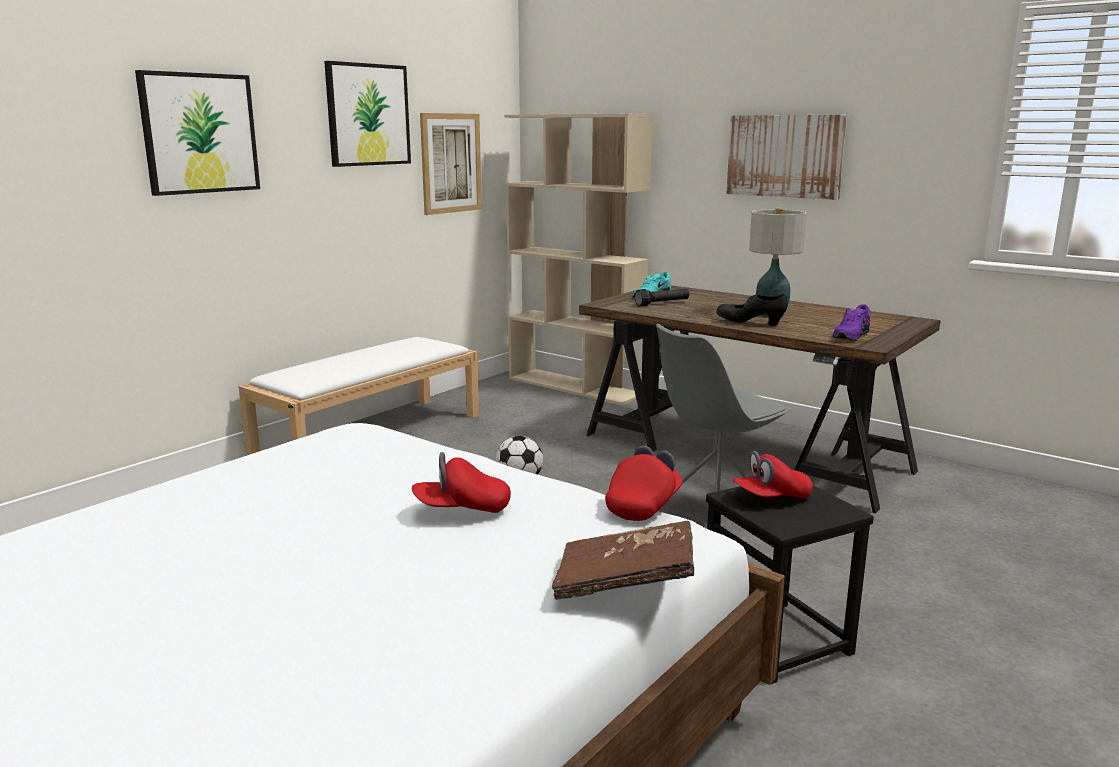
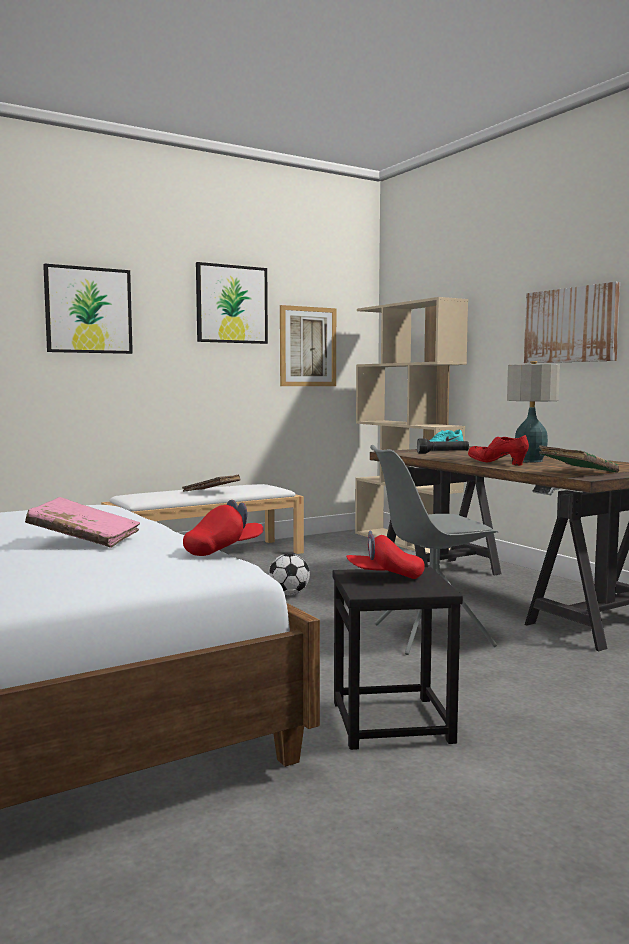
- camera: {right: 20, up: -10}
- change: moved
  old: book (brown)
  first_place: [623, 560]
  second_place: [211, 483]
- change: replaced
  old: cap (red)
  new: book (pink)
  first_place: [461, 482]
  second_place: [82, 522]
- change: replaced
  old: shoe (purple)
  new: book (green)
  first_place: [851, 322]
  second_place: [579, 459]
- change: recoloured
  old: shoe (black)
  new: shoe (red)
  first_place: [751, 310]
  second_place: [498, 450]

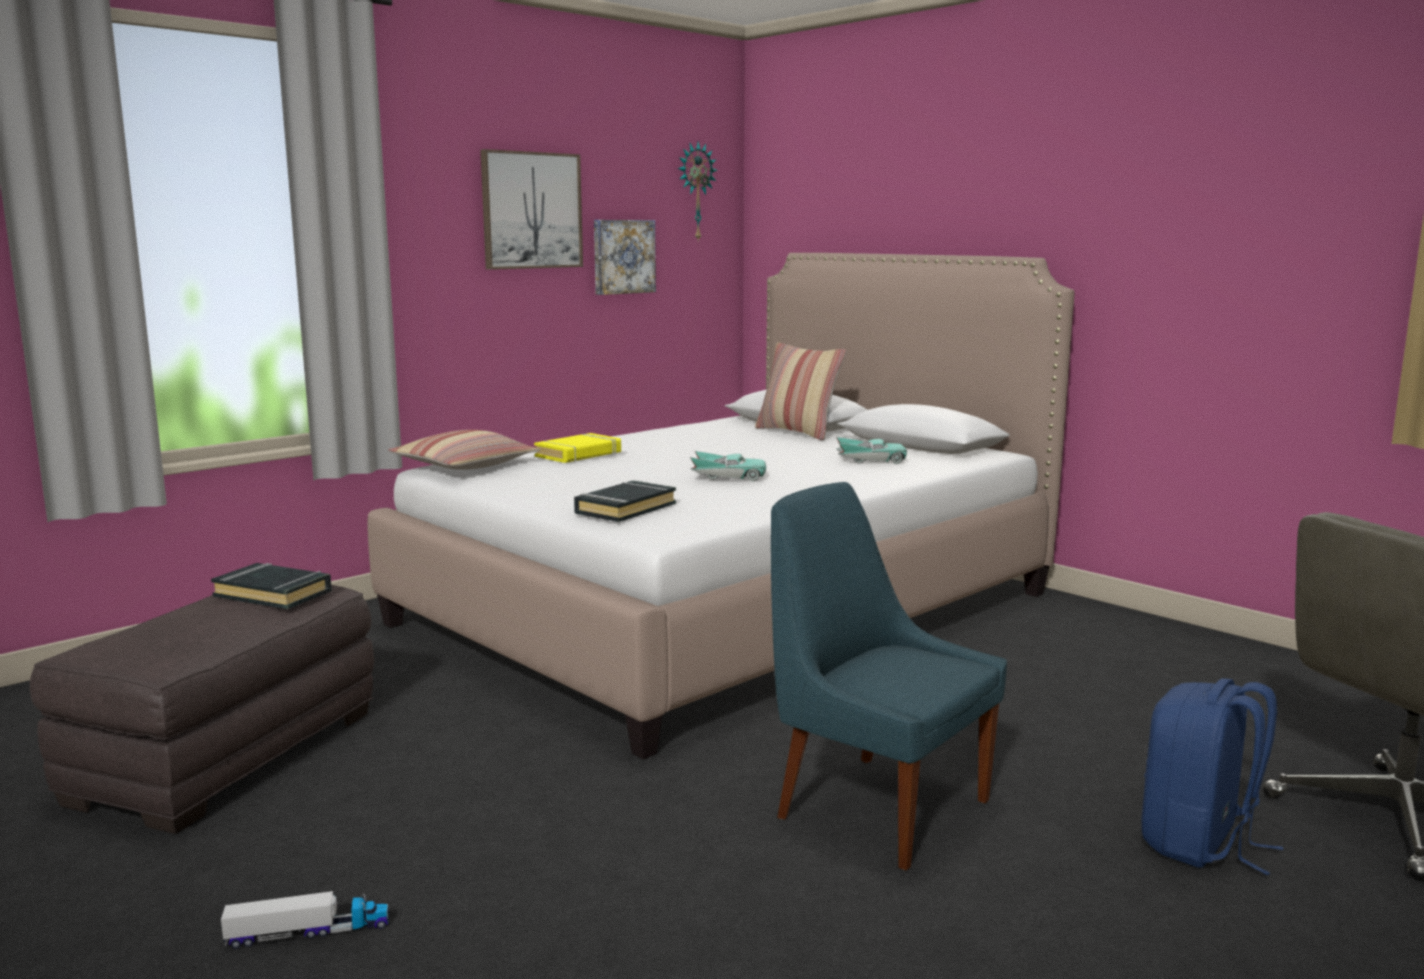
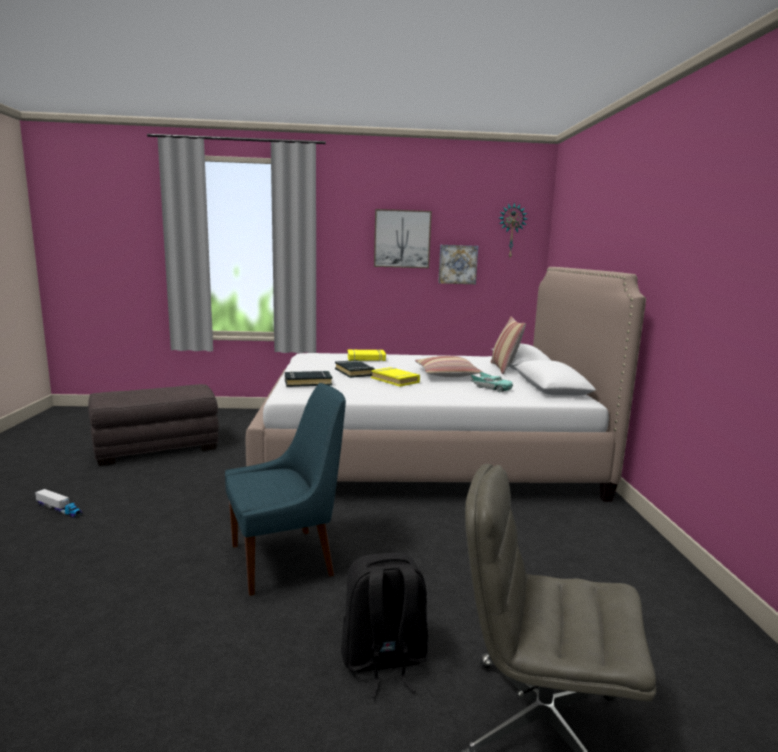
- camera: {right: 40, up: 0}
- change: moved
  old: book (black)
  first_place: [271, 586]
  second_place: [355, 369]
- change: moved
  old: pillow
  first_place: [464, 450]
  second_place: [449, 366]
- change: replaced
  old: toy car (turquoise)
  new: book (yellow)
  first_place: [728, 466]
  second_place: [395, 377]
- change: recoloured
  old: backpack (blue)
  new: backpack (black)
  first_place: [1212, 776]
  second_place: [384, 625]
- change: turned
  old: chair (blue)
  first_place: [889, 676]
  second_place: [285, 489]
  degrees: 75

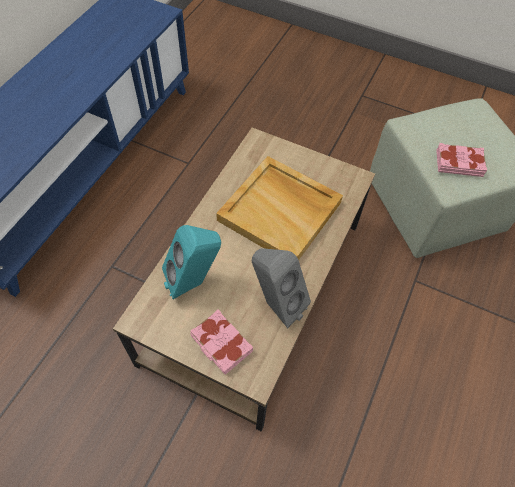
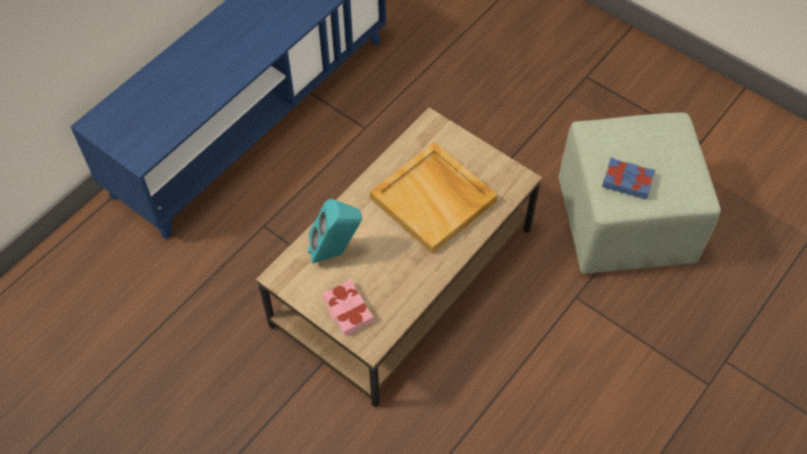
- camera: {right: 15, up: 0}
- change: removed
  old: speaker (grey)
  first_place: [281, 288]
- change: recoloured
  old: book (pink)
  new: book (blue)
  first_place: [461, 160]
  second_place: [628, 178]

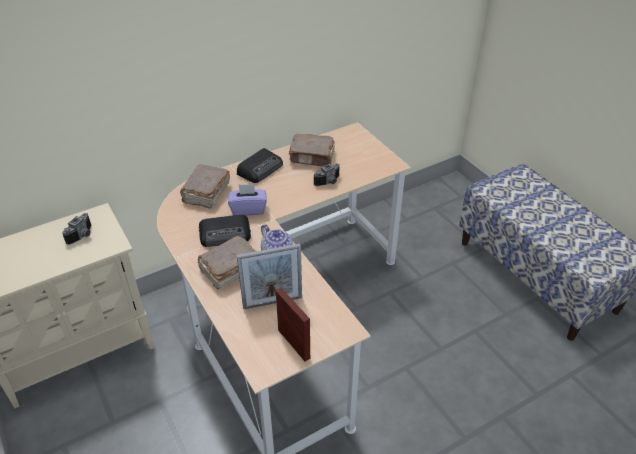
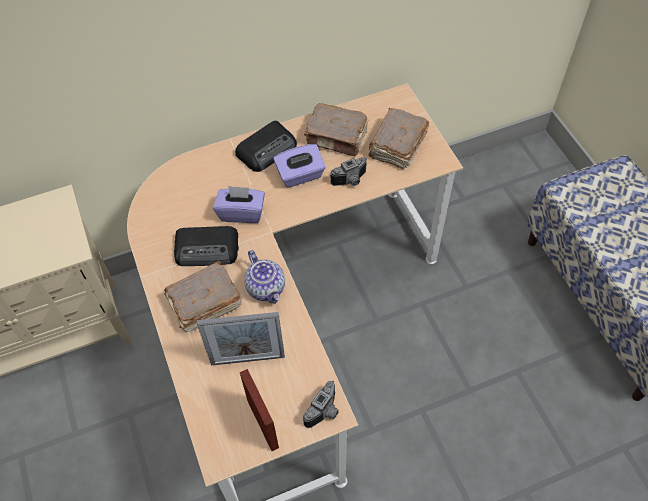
- camera: {right: 10, up: 15}
- change: added
  new: tissue box (purple)
  second_place: [299, 165]
- change: moved
  old: photo camera
  first_place: [77, 229]
  second_place: [321, 404]
- change: moved
  old: book (brown)
  first_place: [205, 187]
  second_place: [398, 139]

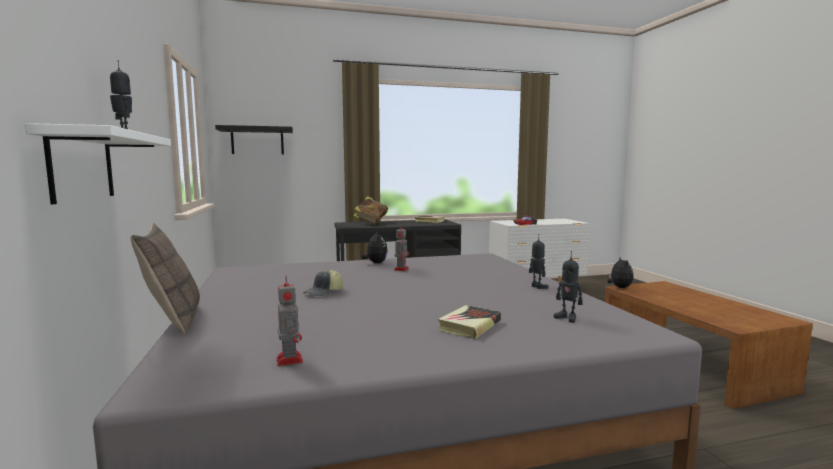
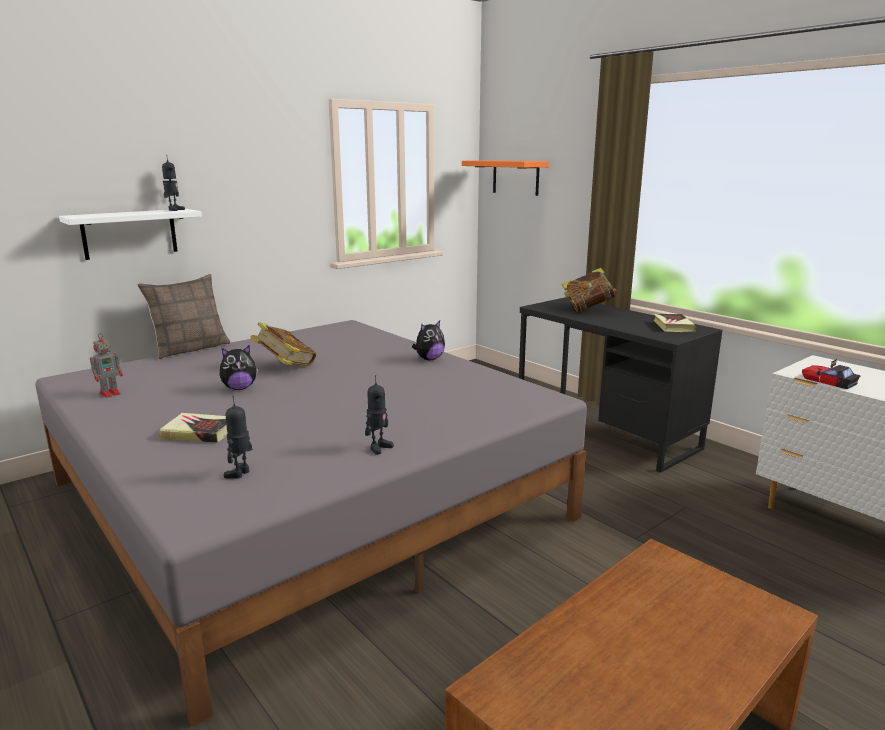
- camera: {right: 65, up: 10}
- change: removed
  old: toy robot
  first_place: [401, 248]
- change: moved
  old: plush toy
  first_place: [620, 272]
  second_place: [239, 367]
- change: replaced
  old: cap
  new: book
  first_place: [323, 282]
  second_place: [283, 344]
- change: recoloured
  old: shelf (black)
  new: shelf (orange)
  first_place: [254, 139]
  second_place: [505, 178]

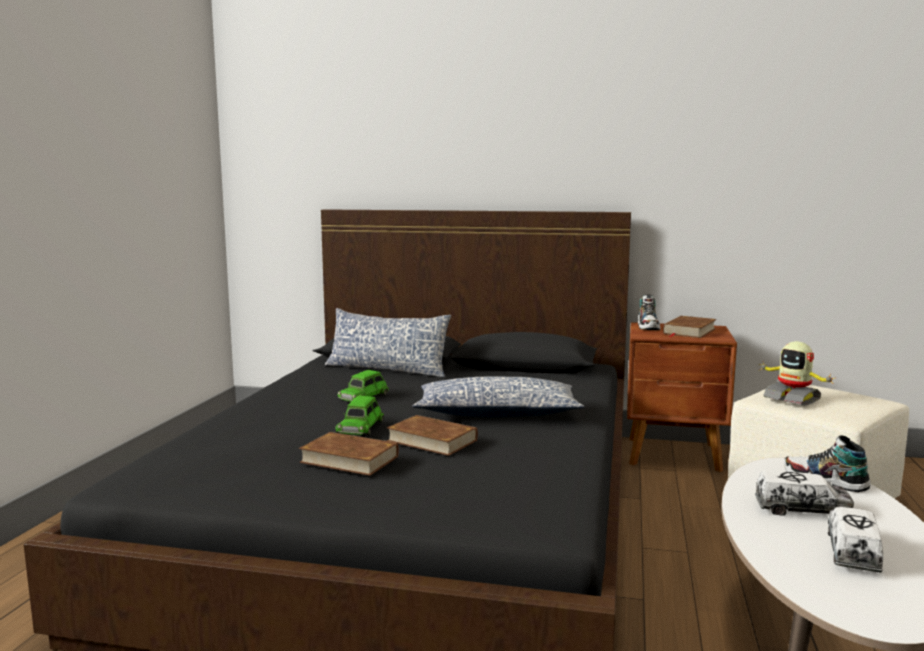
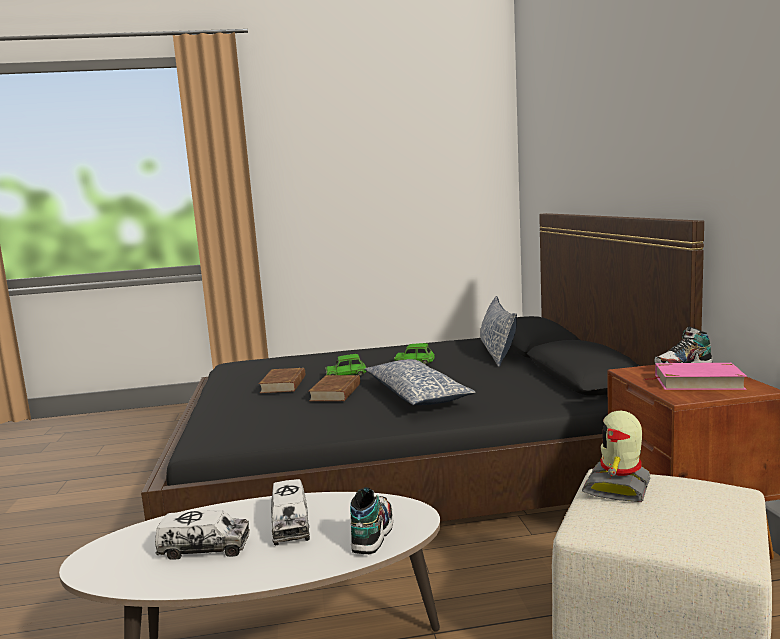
- camera: {right: 70, up: 0}
- change: recoloured
  old: book (brown)
  new: book (pink)
  first_place: [689, 327]
  second_place: [695, 376]

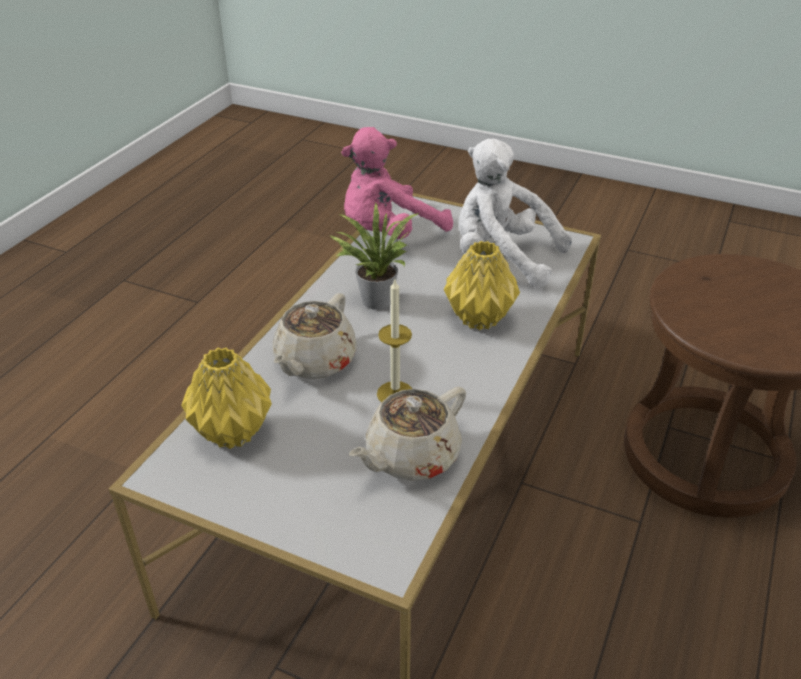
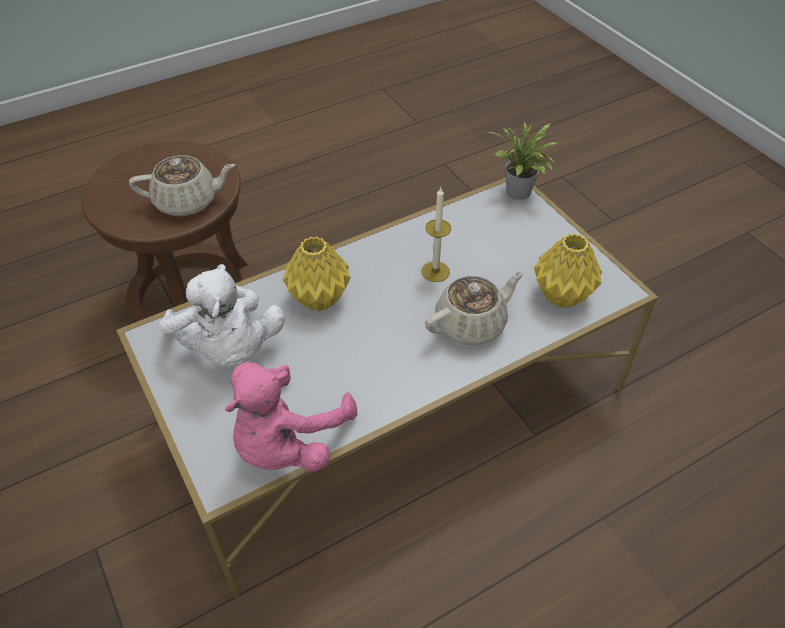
- camera: {right: -145, up: 10}
- change: moved
  old: potted plant
  first_place: [375, 256]
  second_place: [524, 160]
- change: moved
  old: teapot (beige)
  first_place: [407, 434]
  second_place: [182, 186]
- change: turned
  old: plush toy (pink)
  first_place: [397, 183]
  second_place: [291, 416]
  degrees: 120

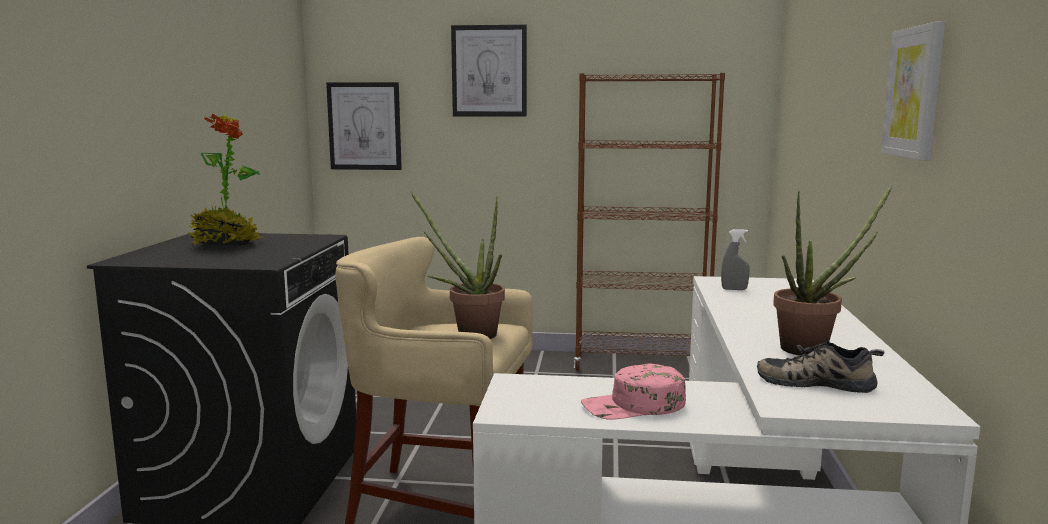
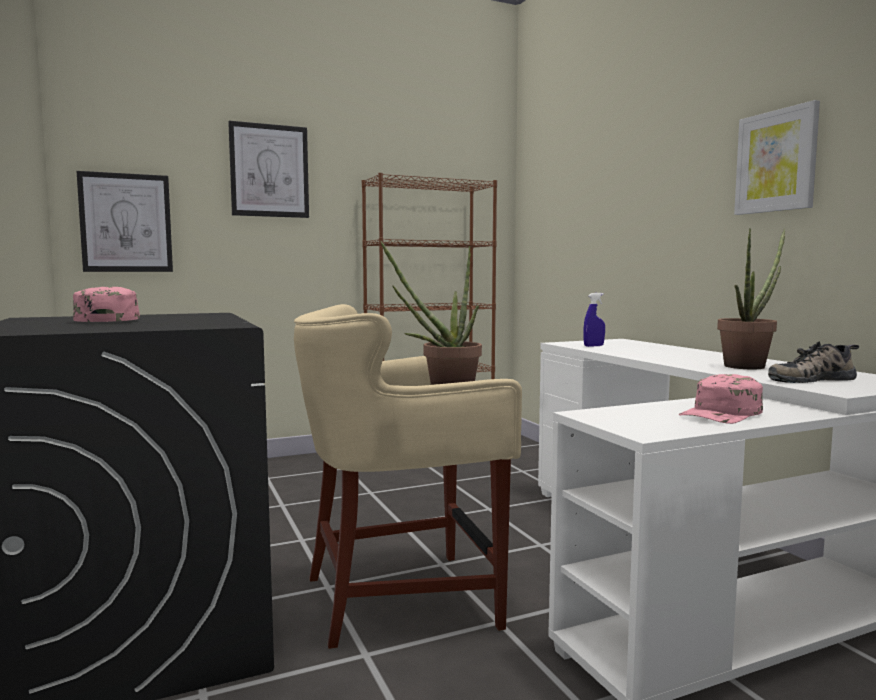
- camera: {right: -30, up: -5}
- change: replaced
  old: potted plant
  new: cap (pink)
  first_place: [225, 179]
  second_place: [106, 304]
- change: recoloured
  old: spray bottle (grey)
  new: spray bottle (blue)
  first_place: [735, 259]
  second_place: [594, 320]

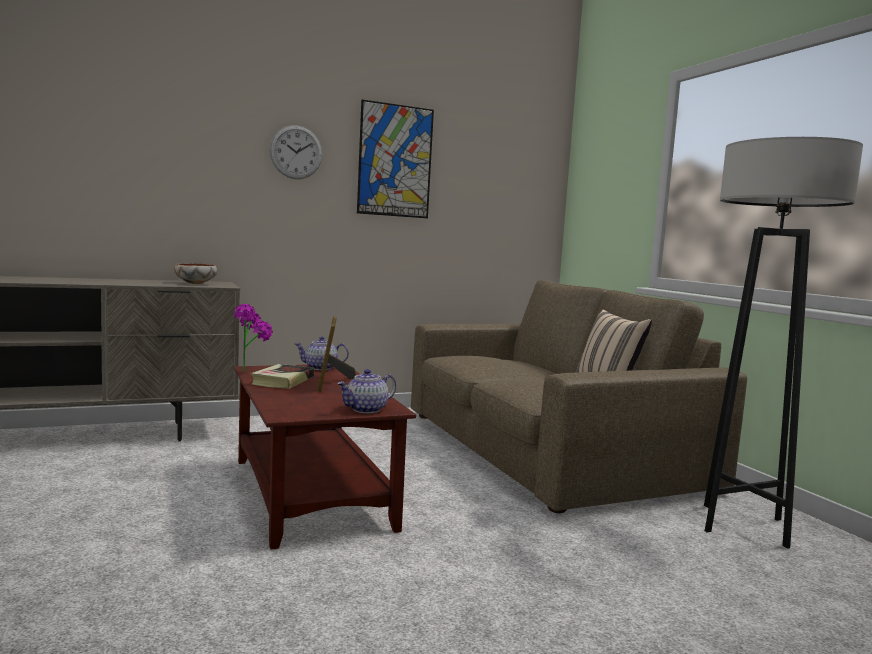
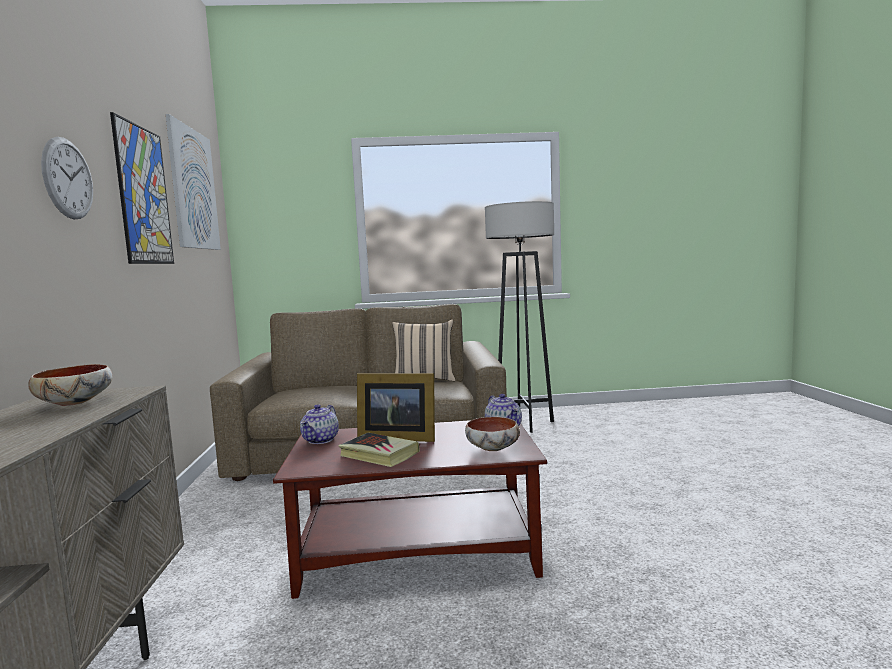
- camera: {right: -70, up: 0}
- change: removed
  old: potted plant
  first_place: [253, 338]
- change: added
  new: picture
  second_place: [193, 182]
- change: added
  new: bowl
  second_place: [492, 434]

